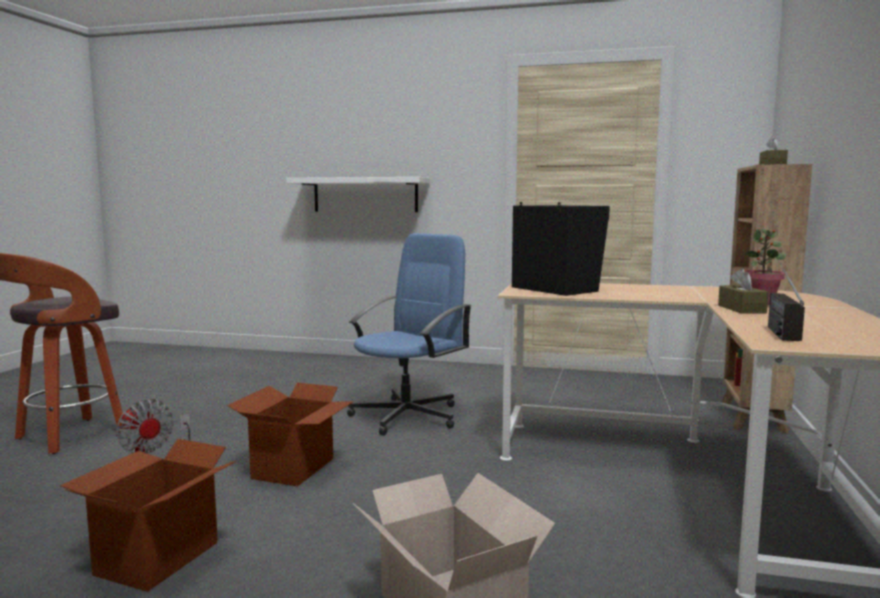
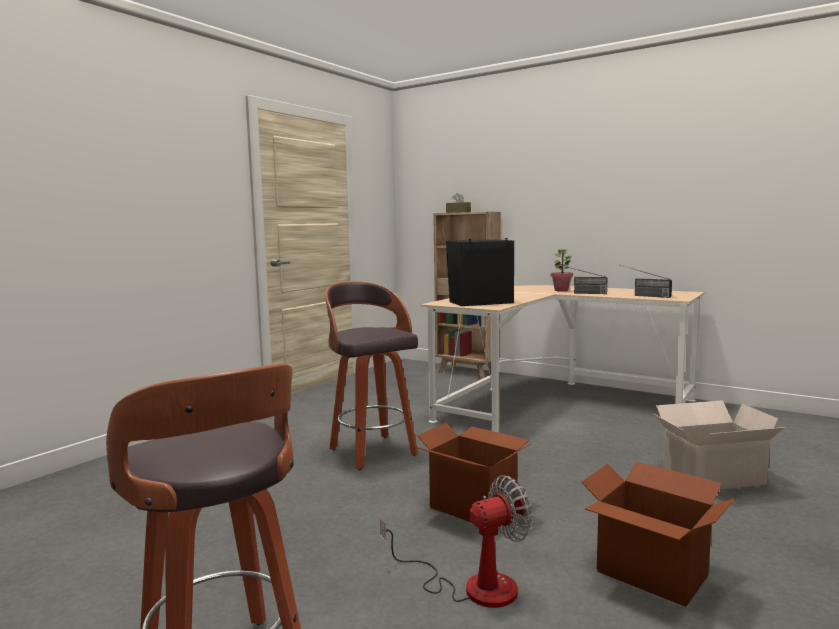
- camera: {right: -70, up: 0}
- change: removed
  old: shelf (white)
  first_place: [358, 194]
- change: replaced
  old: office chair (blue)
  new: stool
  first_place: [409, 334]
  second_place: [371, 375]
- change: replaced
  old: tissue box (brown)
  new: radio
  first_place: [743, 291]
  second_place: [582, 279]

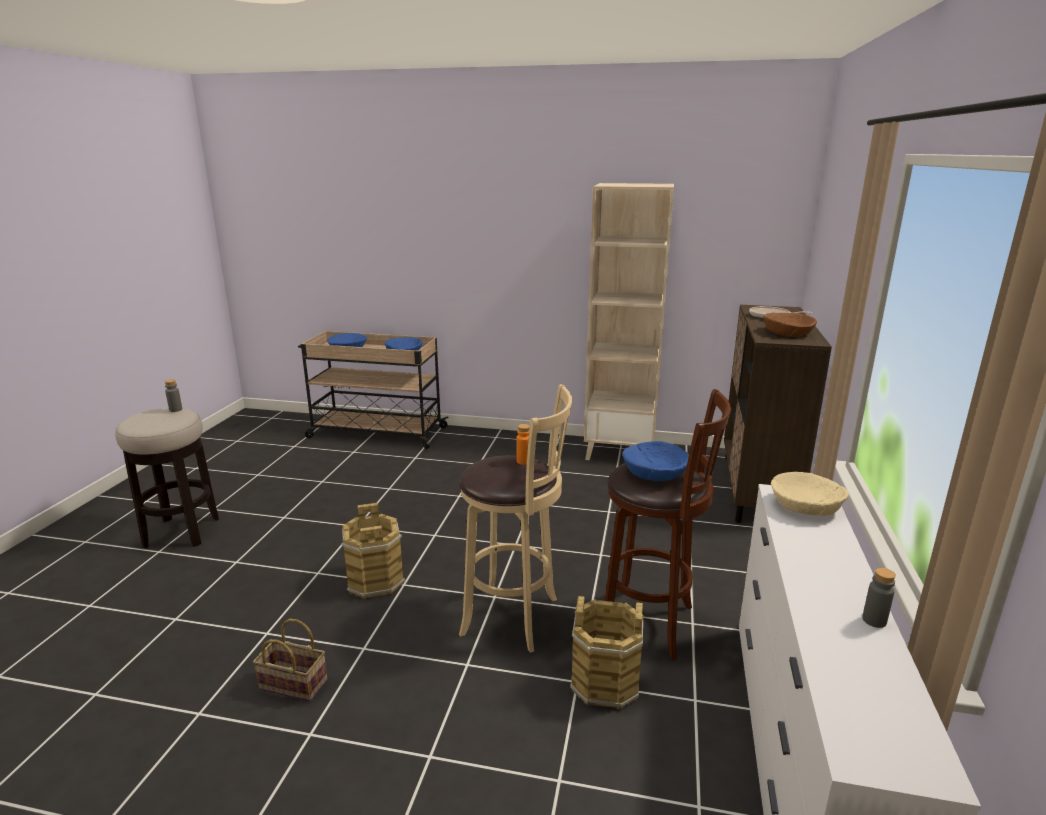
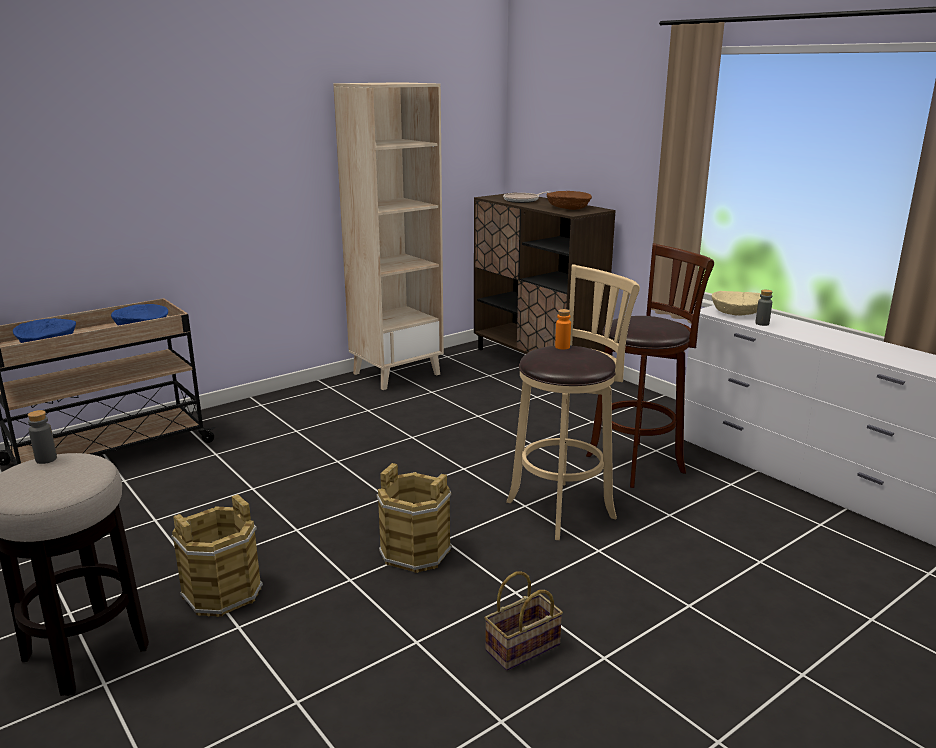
- camera: {right: -50, up: 0}
- change: removed
  old: bowl (blue)
  first_place: [655, 461]
- change: moved
  old: bucket (brown)
  first_place: [607, 653]
  second_place: [217, 555]
- change: moved
  old: bottle (grey)
  first_place: [879, 598]
  second_place: [764, 308]

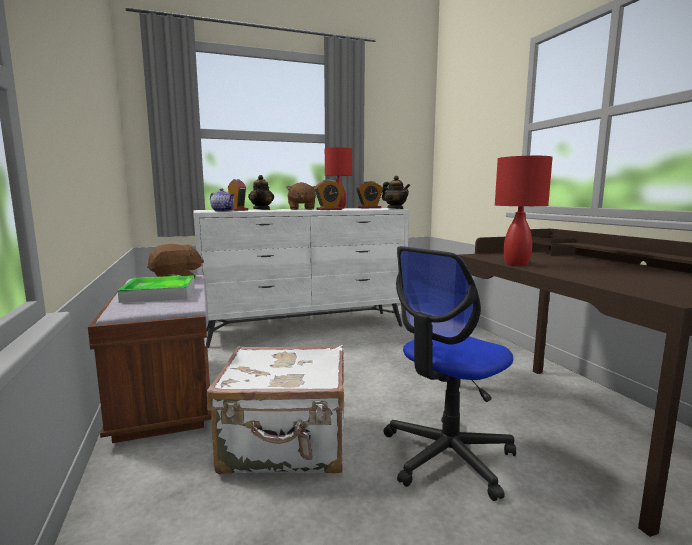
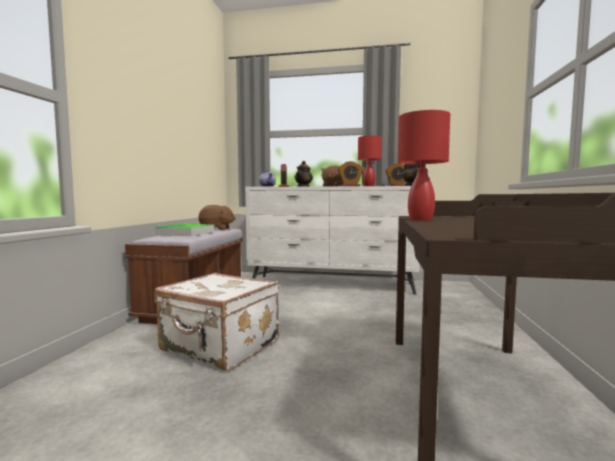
- camera: {right: 30, up: -5}
- change: removed
  old: office chair
  first_place: [449, 373]

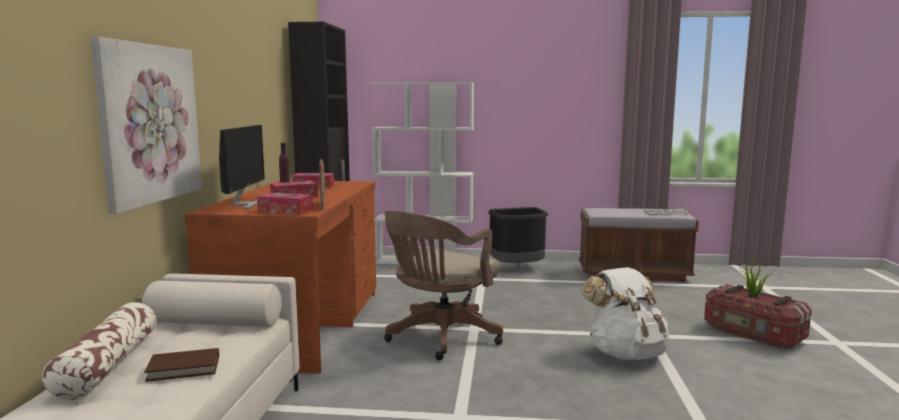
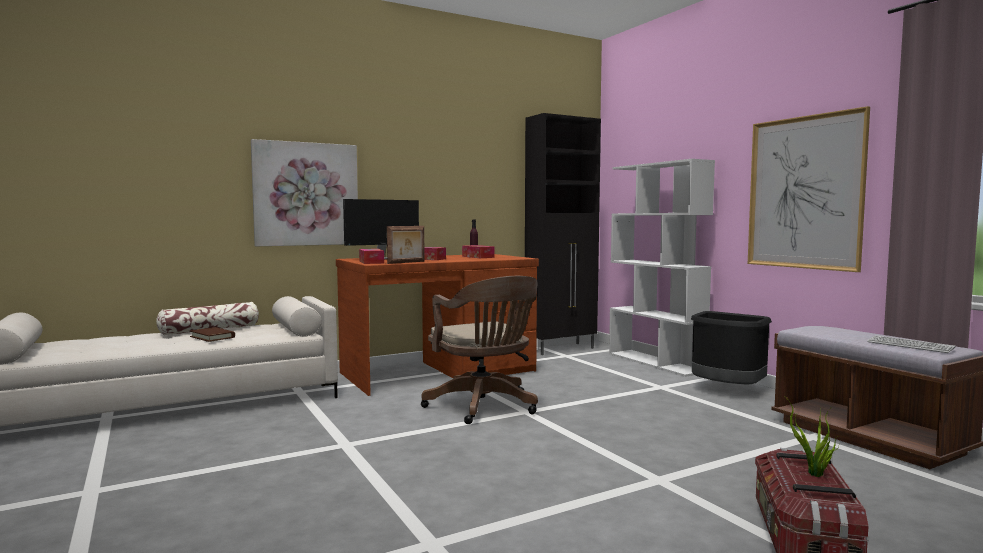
- camera: {right: 55, up: -5}
- change: removed
  old: backpack (white)
  first_place: [625, 313]
- change: added
  new: picture
  second_place: [809, 189]
- change: turned
  old: office chair (brown)
  first_place: [443, 285]
  second_place: [479, 350]
  degrees: -120

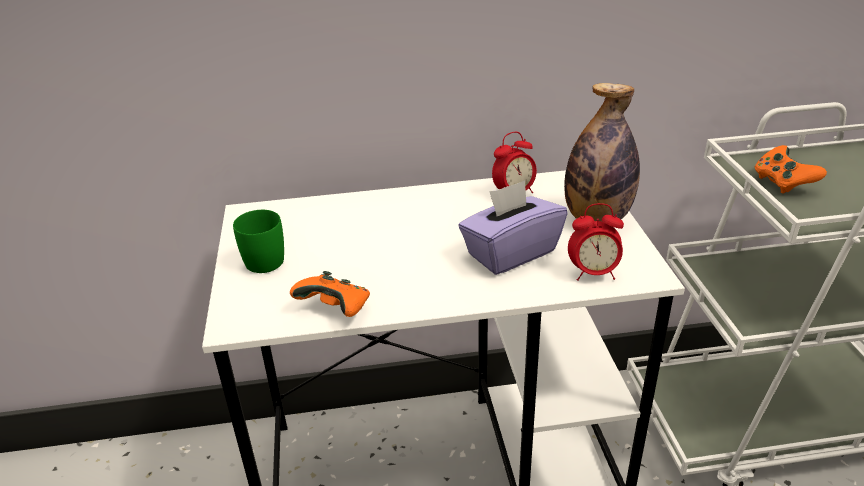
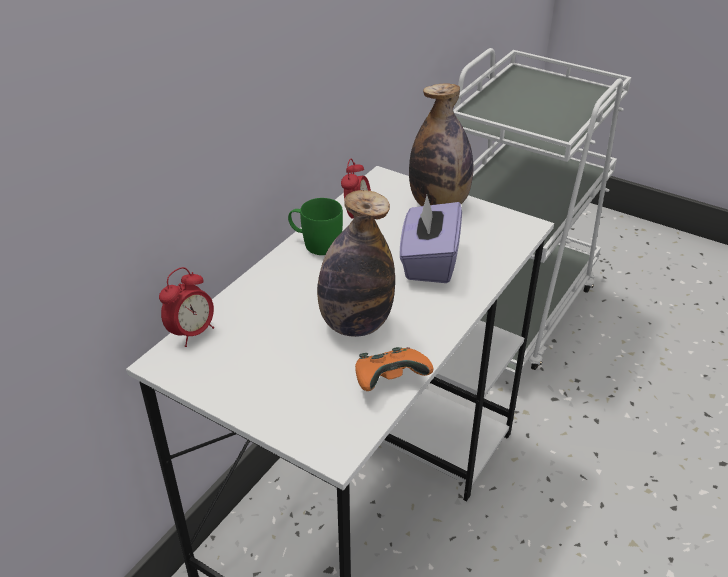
- camera: {right: -50, up: 5}
- change: removed
  old: game controller (orange)
  first_place: [791, 169]
- change: added
  new: bottle
  second_place: [356, 263]
- change: moved
  old: mug (green)
  first_place: [258, 241]
  second_place: [315, 226]
- change: moved
  old: alarm clock
  first_place: [596, 242]
  second_place: [186, 307]

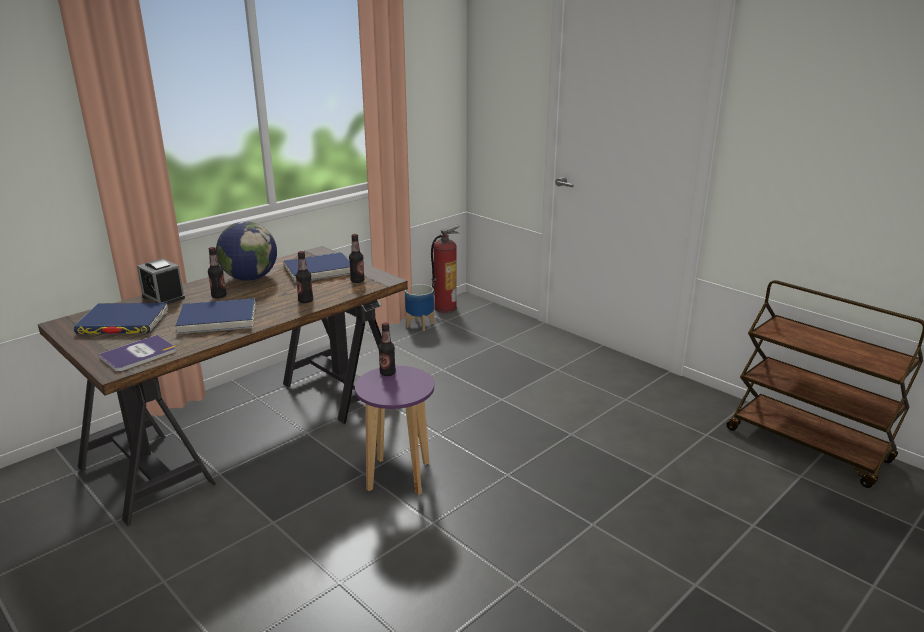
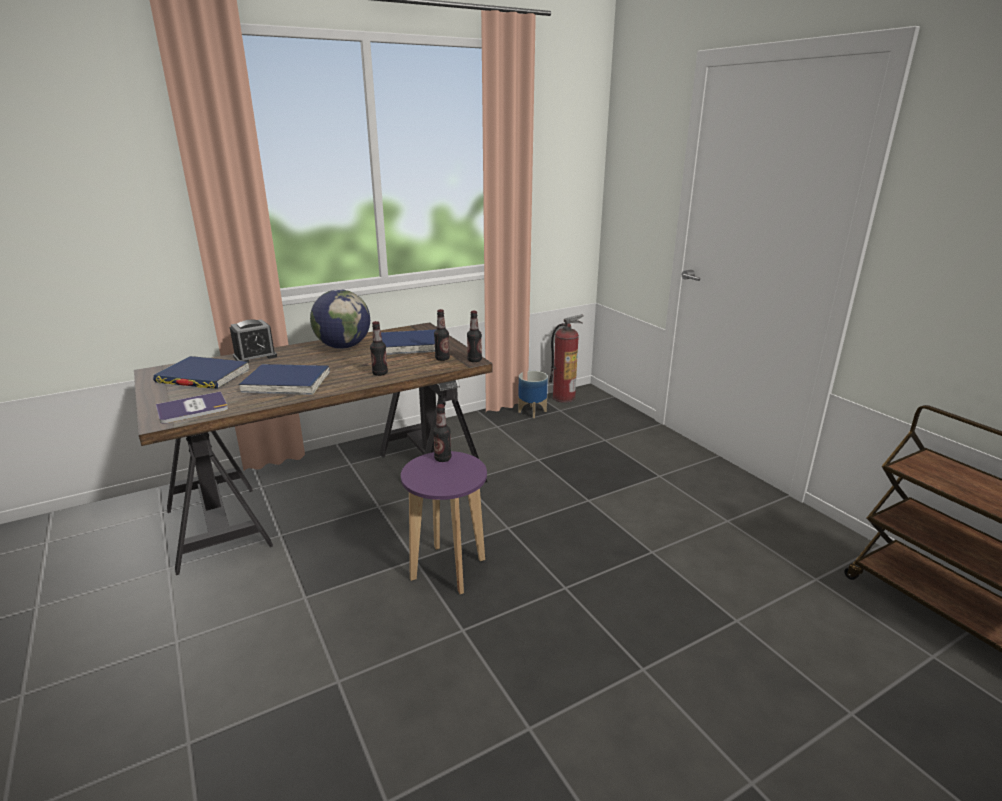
- camera: {right: 15, up: 0}
- change: moved
  old: bottle
  first_place: [217, 272]
  second_place: [474, 336]
- change: turned
  old: alarm clock
  first_place: [161, 281]
  second_place: [253, 341]
  degrees: -90

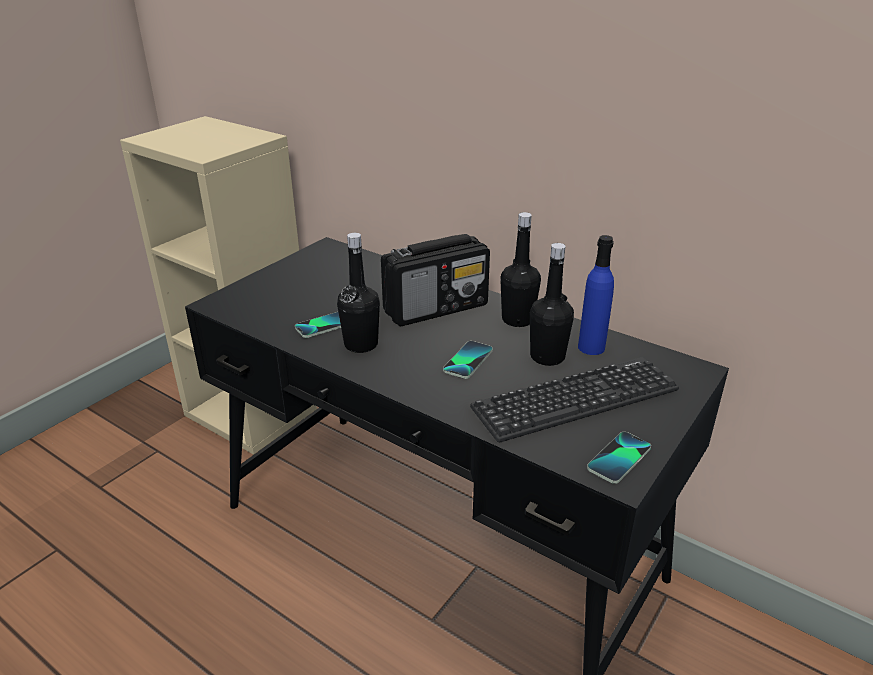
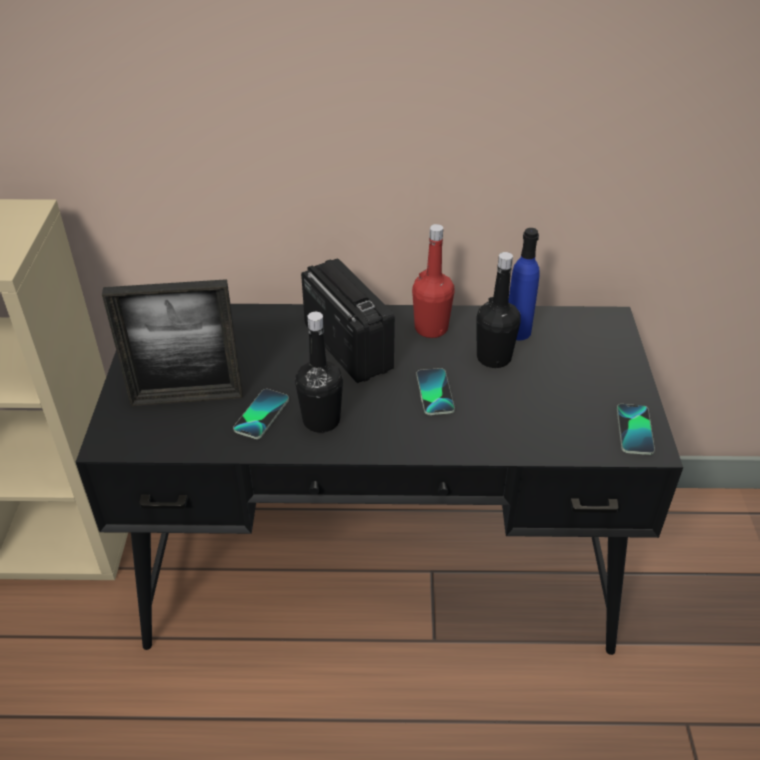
- camera: {right: -35, up: 10}
- change: removed
  old: keyboard
  first_place: [574, 399]
- change: added
  new: picture frame
  second_place: [172, 342]
- change: recoloured
  old: bottle (black)
  new: bottle (red)
  first_place: [520, 269]
  second_place: [433, 281]
- change: turned
  old: radio
  first_place: [435, 280]
  second_place: [348, 320]
  degrees: -60

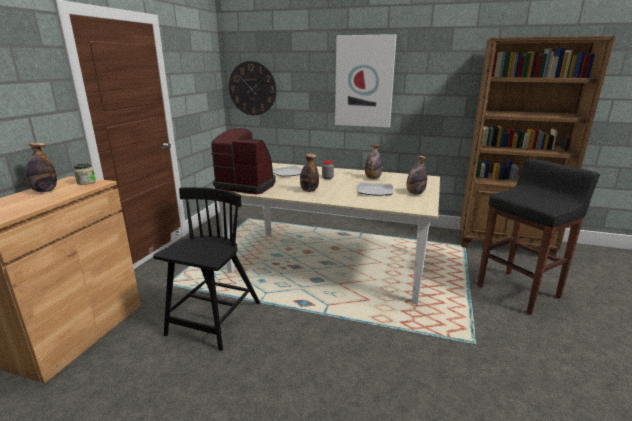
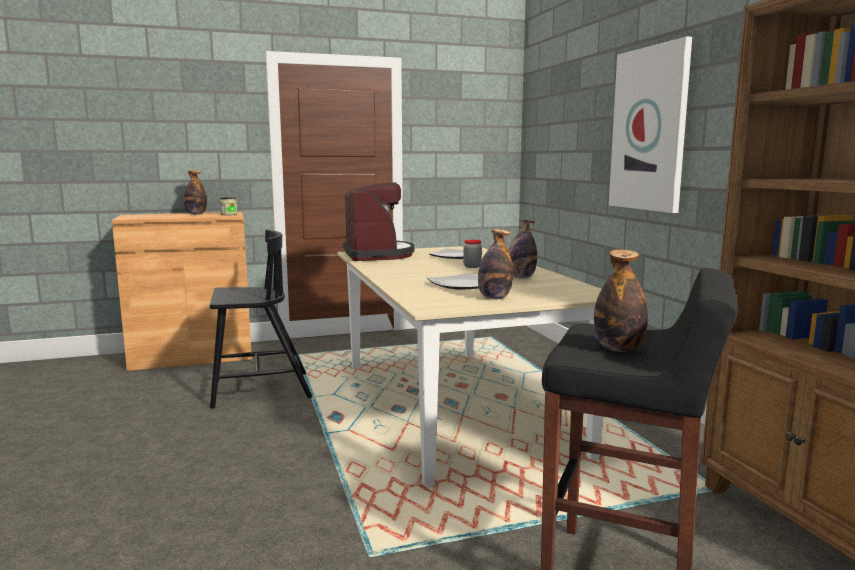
- camera: {right: 55, up: -10}
- change: removed
  old: wall clock
  first_place: [253, 88]
- change: moved
  old: bottle
  first_place: [309, 173]
  second_place: [621, 300]

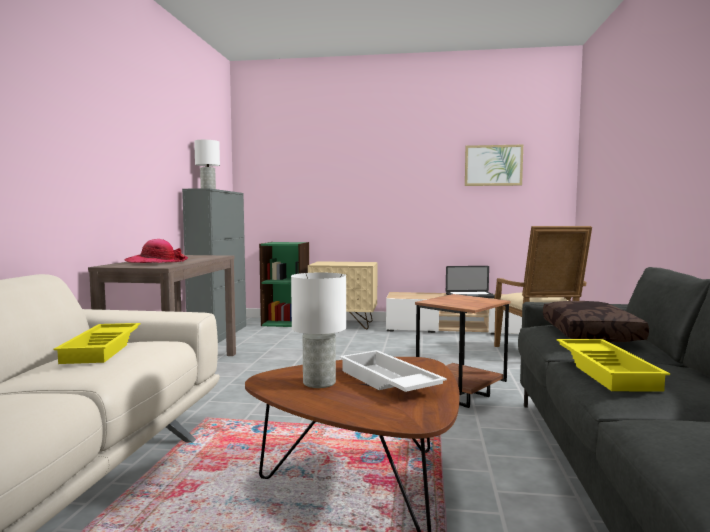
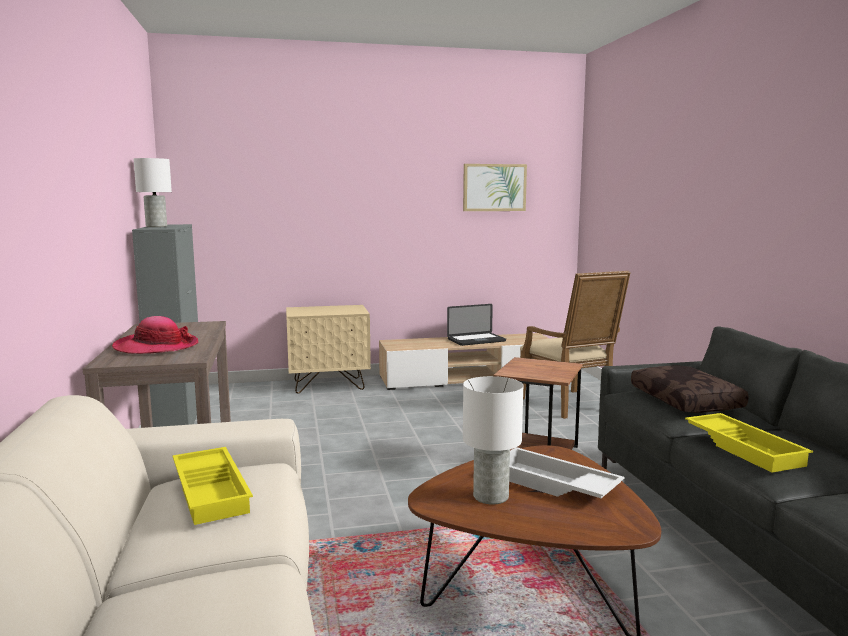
- camera: {right: -20, up: 5}
- change: removed
  old: bookcase (green)
  first_place: [284, 284]

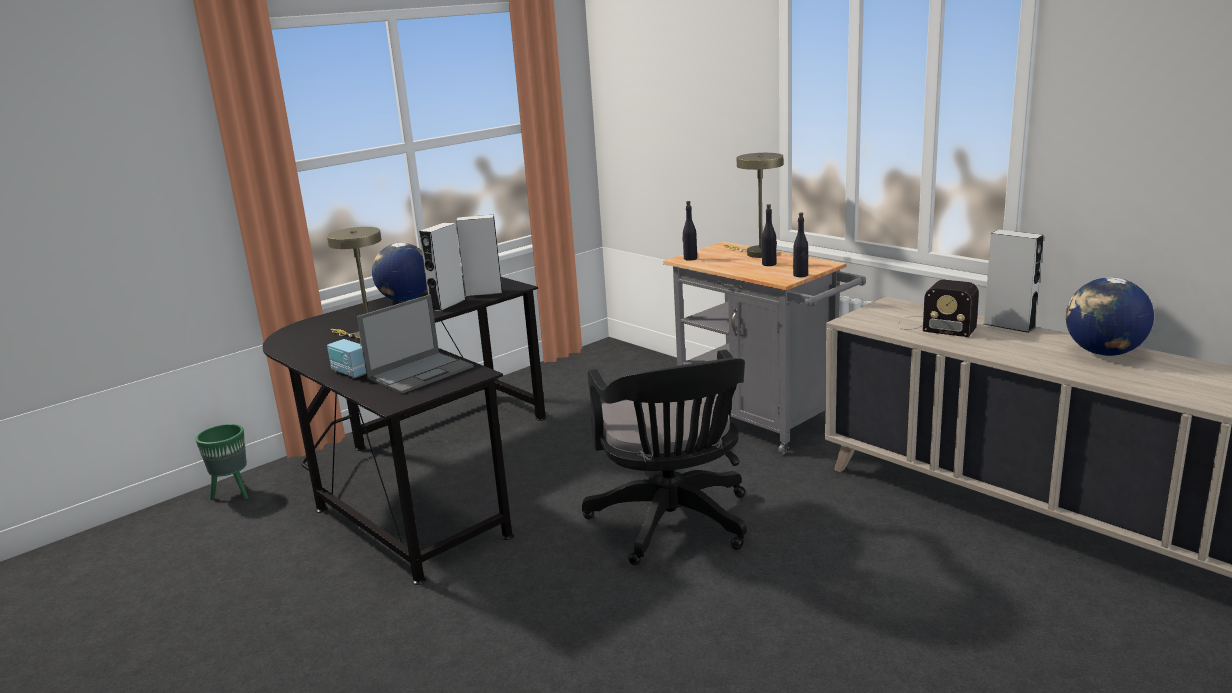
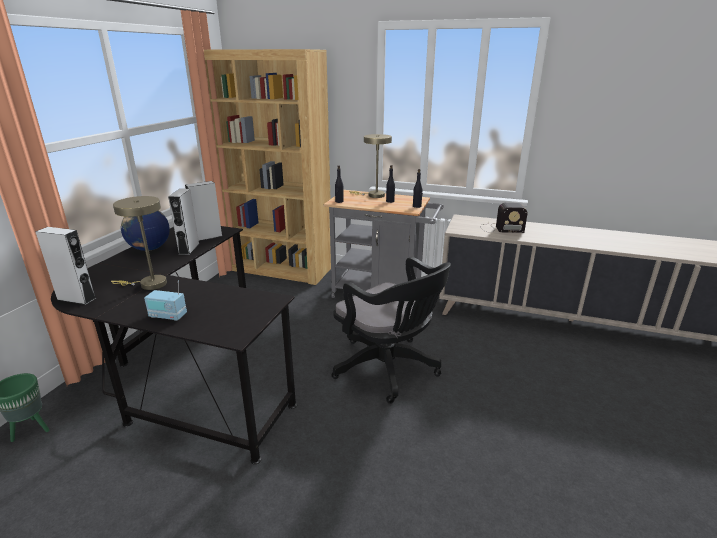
- camera: {right: -30, up: 5}
- change: removed
  old: laptop
  first_place: [415, 344]
- change: removed
  old: globe
  first_place: [1110, 316]
- change: added
  new: bookcase (brown)
  second_place: [267, 167]
- change: moved
  old: speaker (grey)
  first_place: [1014, 281]
  second_place: [65, 266]

